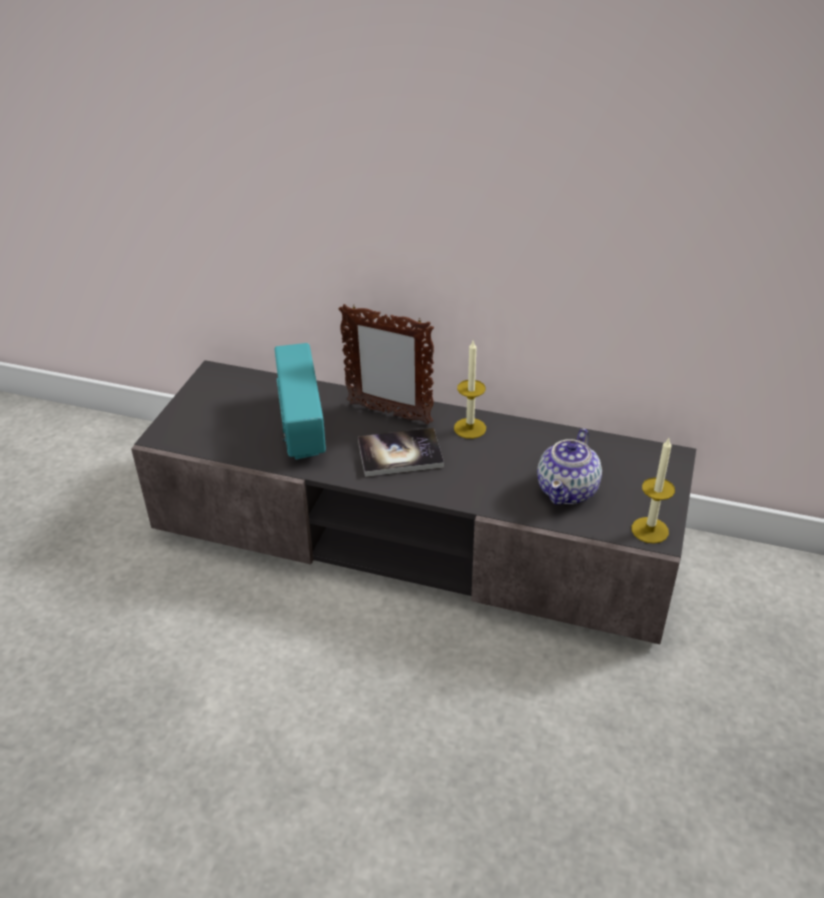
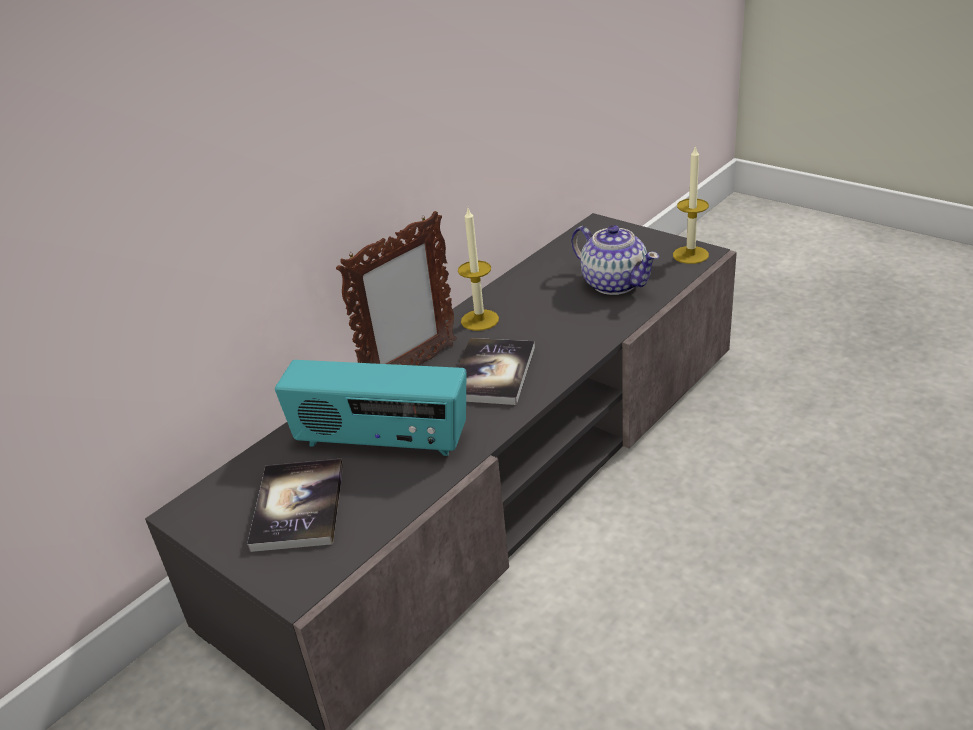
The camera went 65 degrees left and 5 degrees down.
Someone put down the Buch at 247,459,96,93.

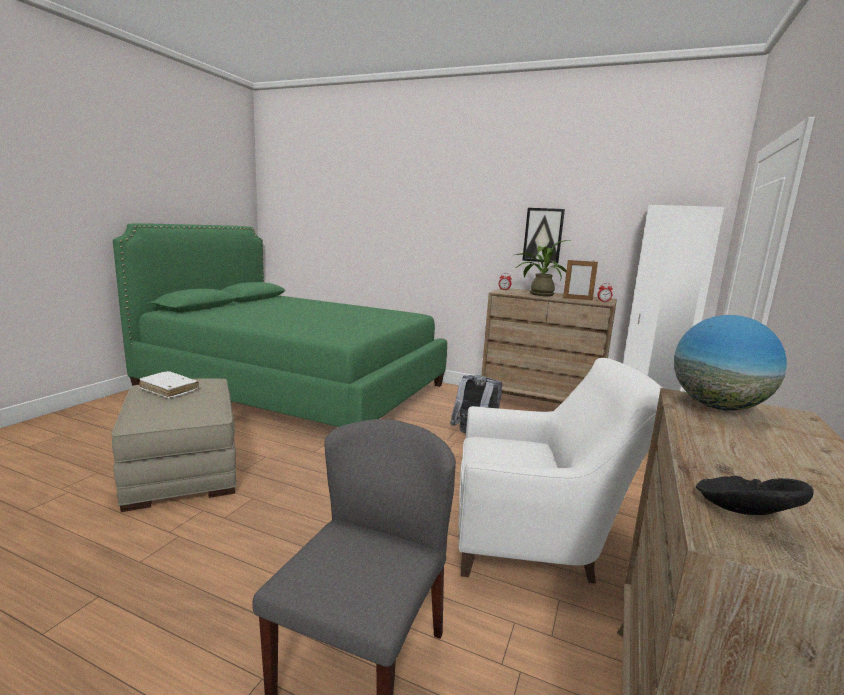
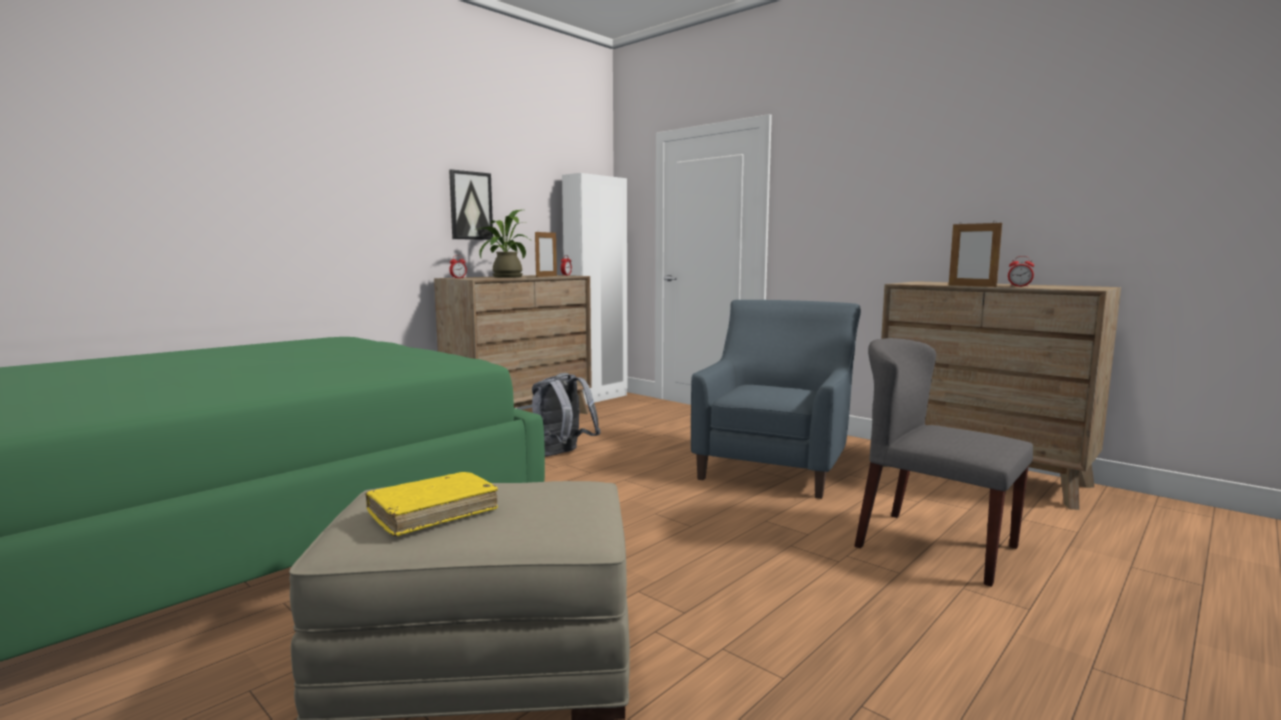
The camera went 70 degrees left and 5 degrees down.
Someone repainted the Buch [weiß] at 139,371,60,28, which became the Buch [gelb] at 365,472,133,64.
Someone repainted the Sessel [weiß] at 459,358,203,226, which became the Sessel [blau] at 691,300,170,199.
Someone took away the Globus at 674,315,113,95.
Someone took away the Schüssel [schwarz] at 696,476,118,39.
Someone put down the Bilderrahmen at 949,222,53,65.
Someone put down the Wecker at 1008,256,26,31.

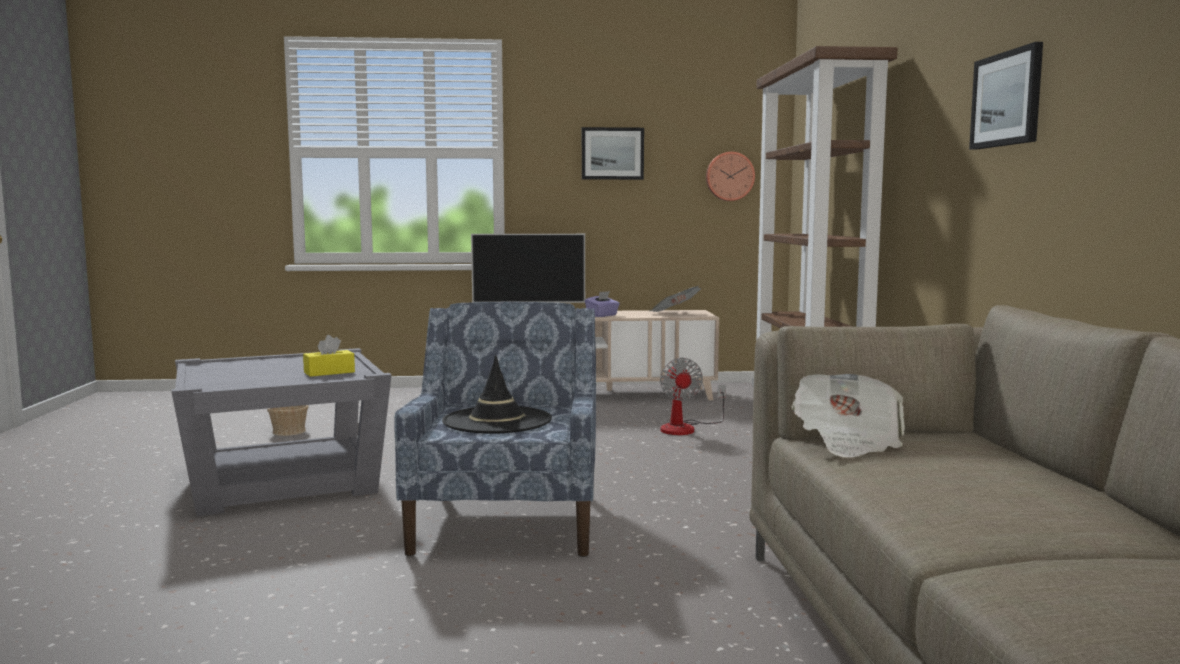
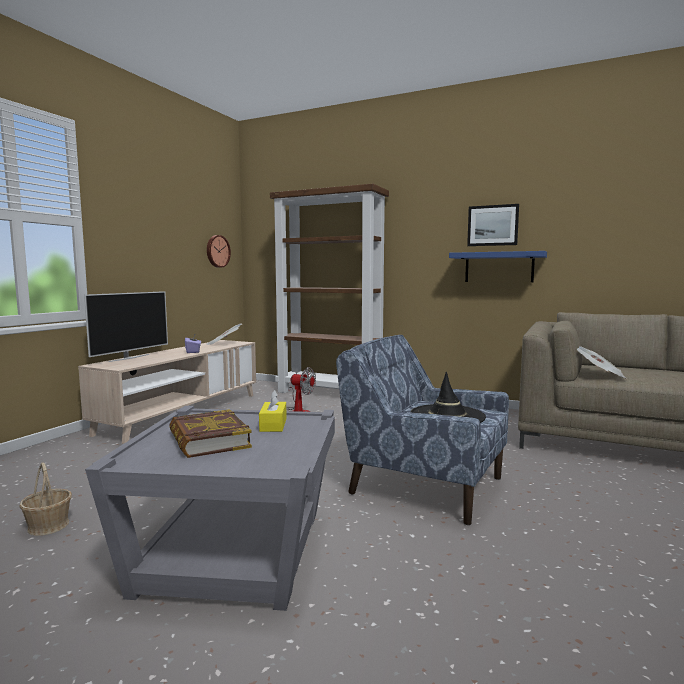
The camera went 60 degrees left and 0 degrees up.
Someone took away the Bild at 582,127,62,53.
Someone put down the Buch at 169,409,83,49.
Someone put up the Wandregal [blau] at 449,251,98,31.

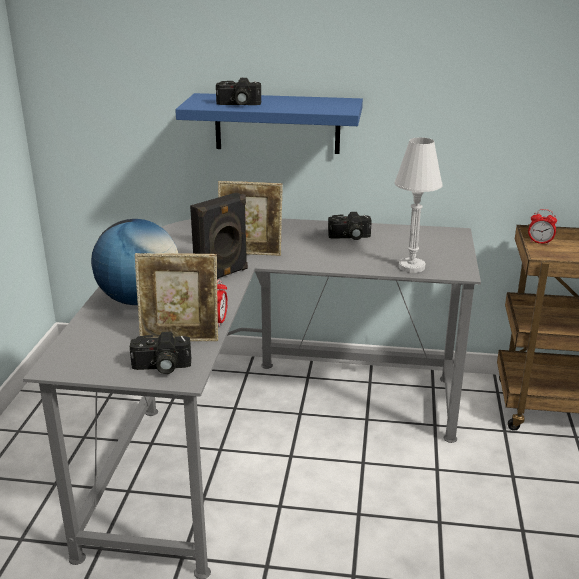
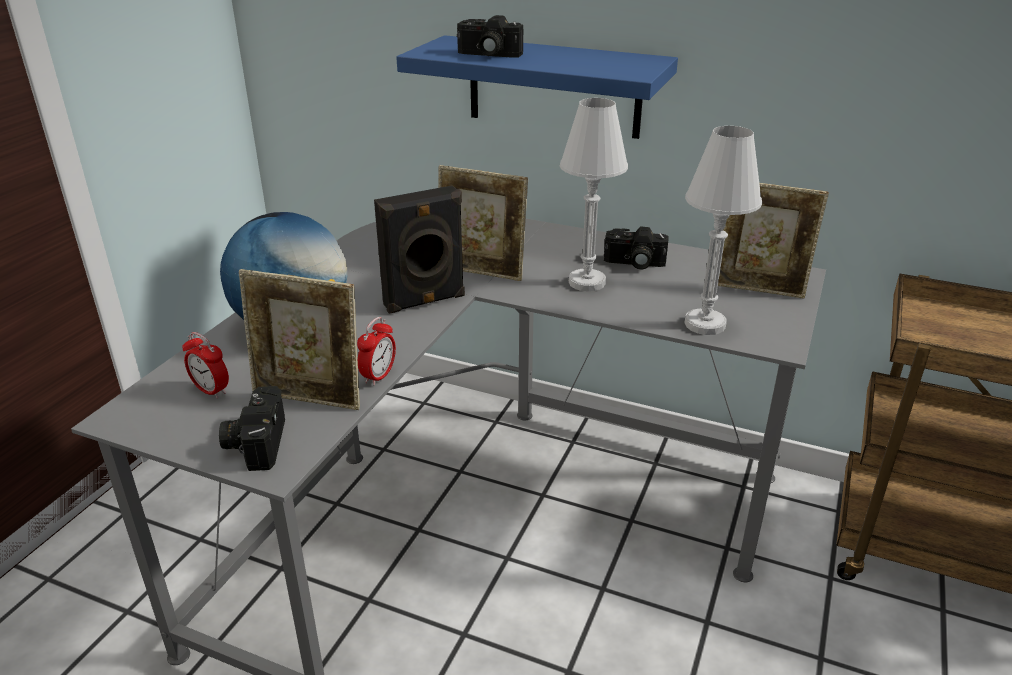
The camera went 15 degrees right and 5 degrees up.
Someone rotated the Kamera at 130,332,61,42 by 75 degrees clockwise.
Someone carried the Wecker from 528,209,29,36 to 182,332,47,66.
Someone put down the Tischlampe [weiß] at 560,98,68,194.
Someone put down the Bilderrahmen at 718,183,111,116.

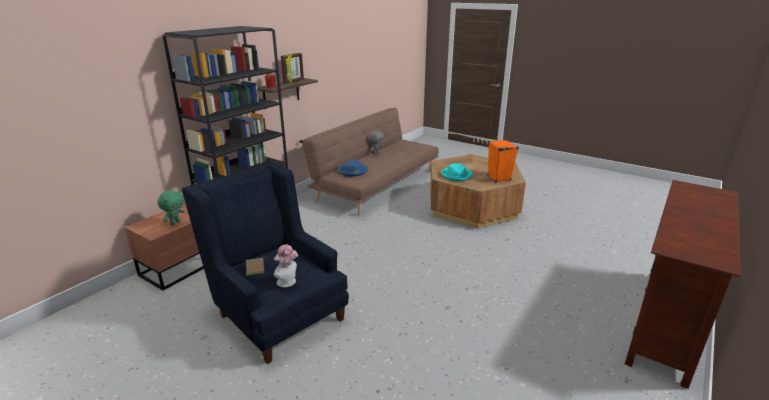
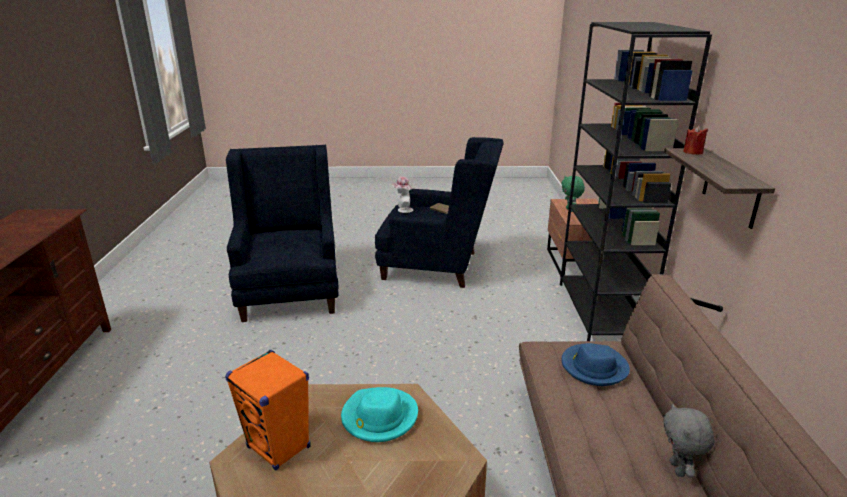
The camera went 145 degrees right and 0 degrees up.
Someone took away the Bilderrahmen at 281,53,23,30.
Someone put down the Sessel [blau] at 226,144,113,178.

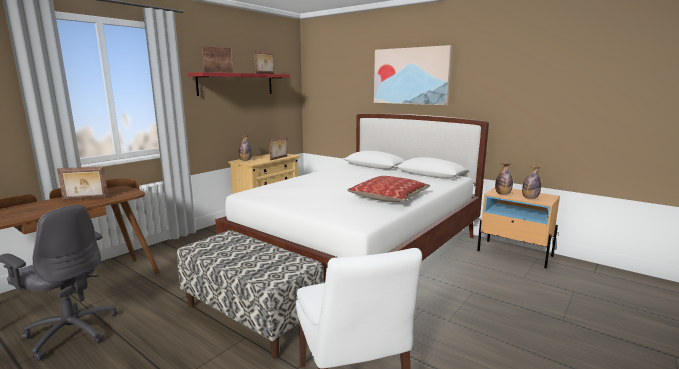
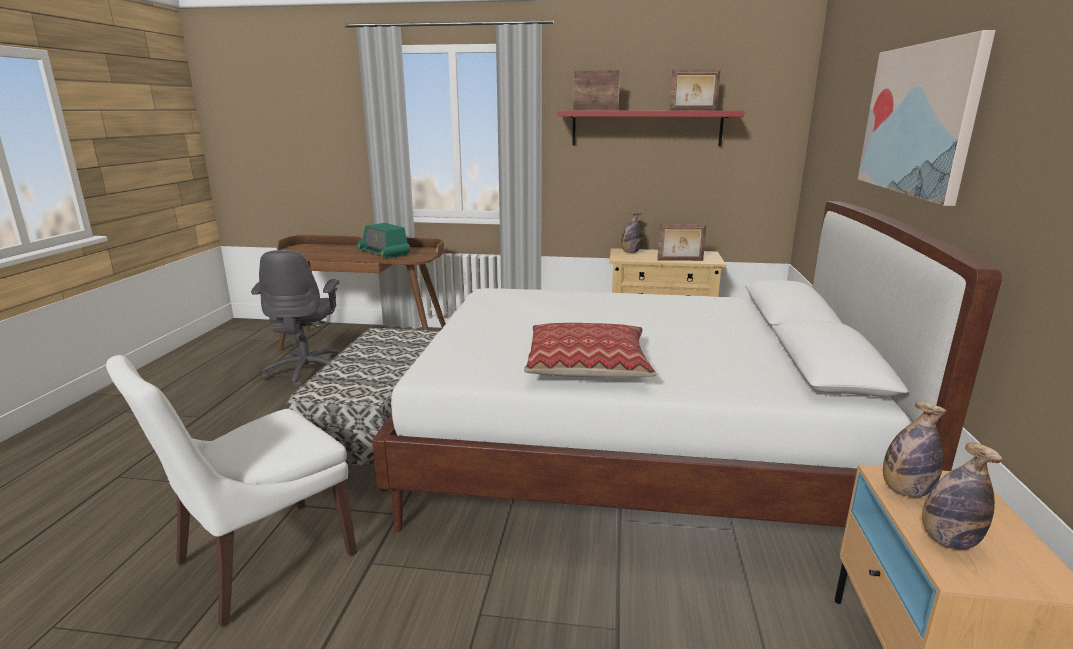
The camera went 60 degrees right and 5 degrees up.
Someone swapped the Bilderrahmen at 57,166,52,35 for the Radio at 356,223,54,36.

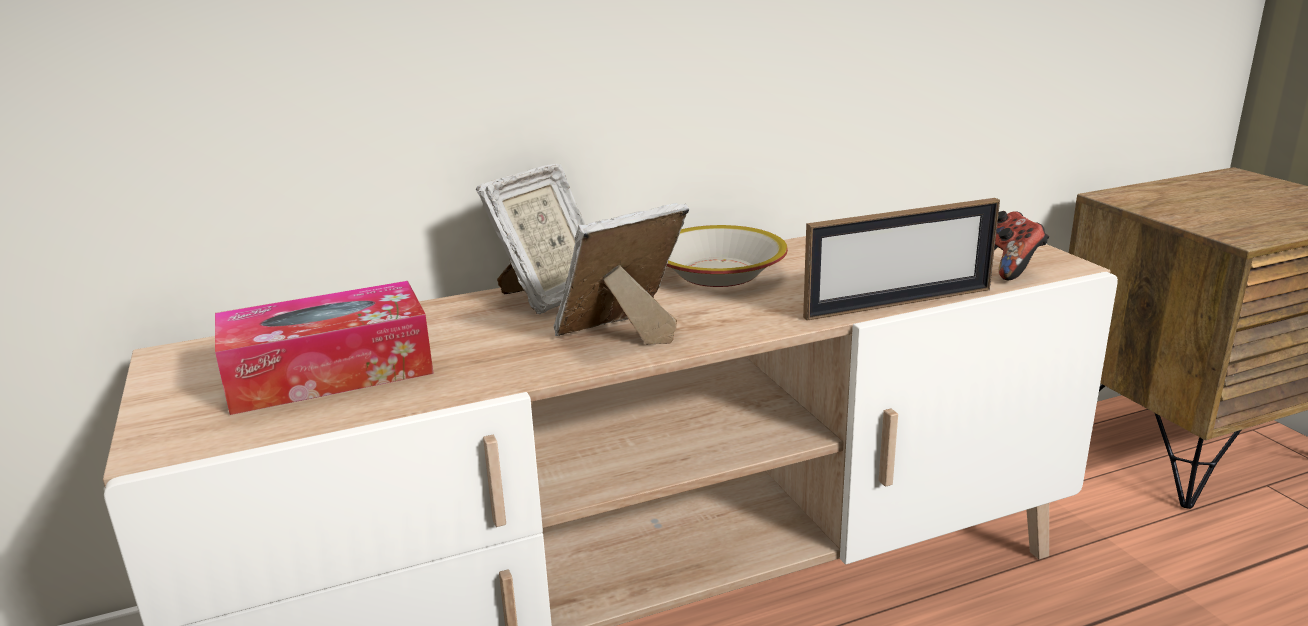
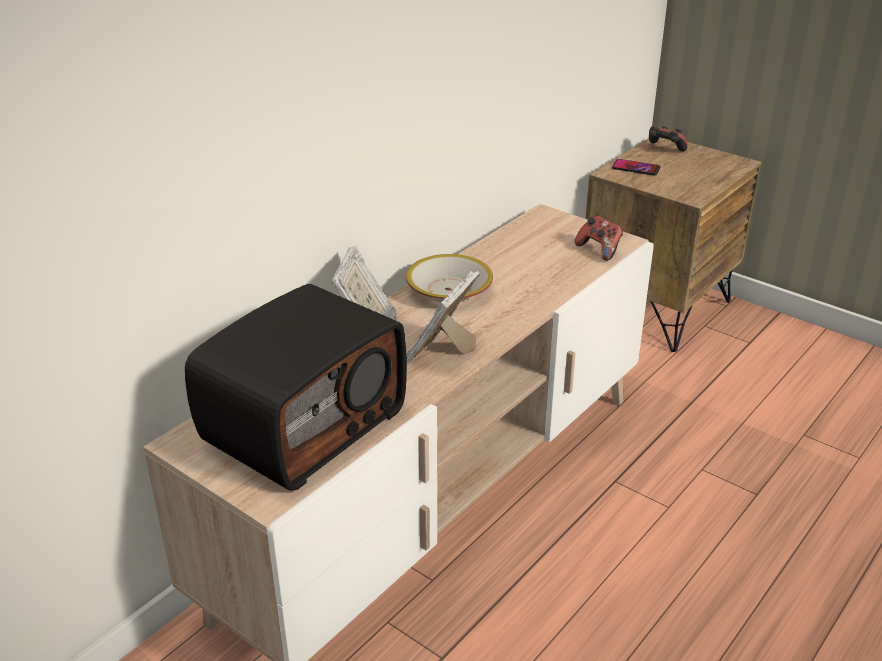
The camera went 30 degrees left and 10 degrees up.
Someone swapped the Taschentuchbox at 215,281,219,134 for the Radio at 185,284,222,207.
Someone took away the Bilderrahmen at 803,198,197,123.
Someone put down the Handy at 612,159,49,16.
Someone put down the Gamepad at 649,126,39,25.

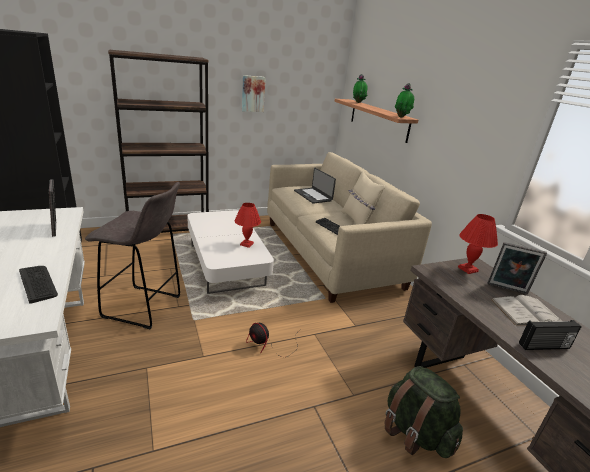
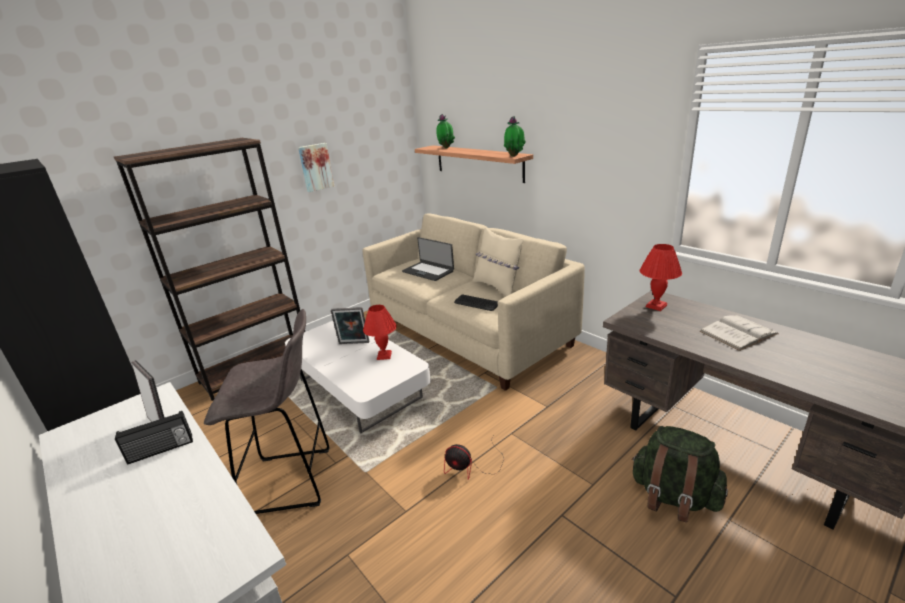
The camera went 15 degrees left and 0 degrees up.
Someone took away the Tastatur at 19,266,39,38.
Someone carried the Bilderrahmen from 488,242,59,53 to 331,307,38,37.
Someone carried the Radio from 519,320,63,30 to 115,411,78,54.

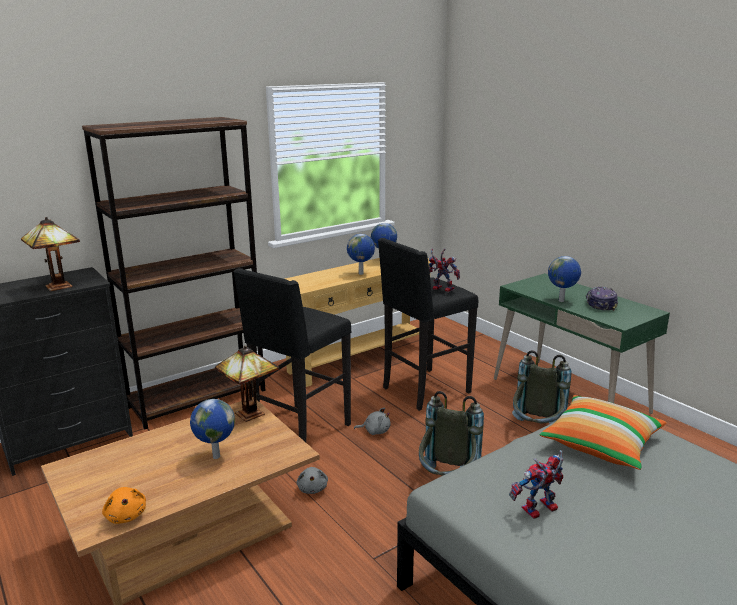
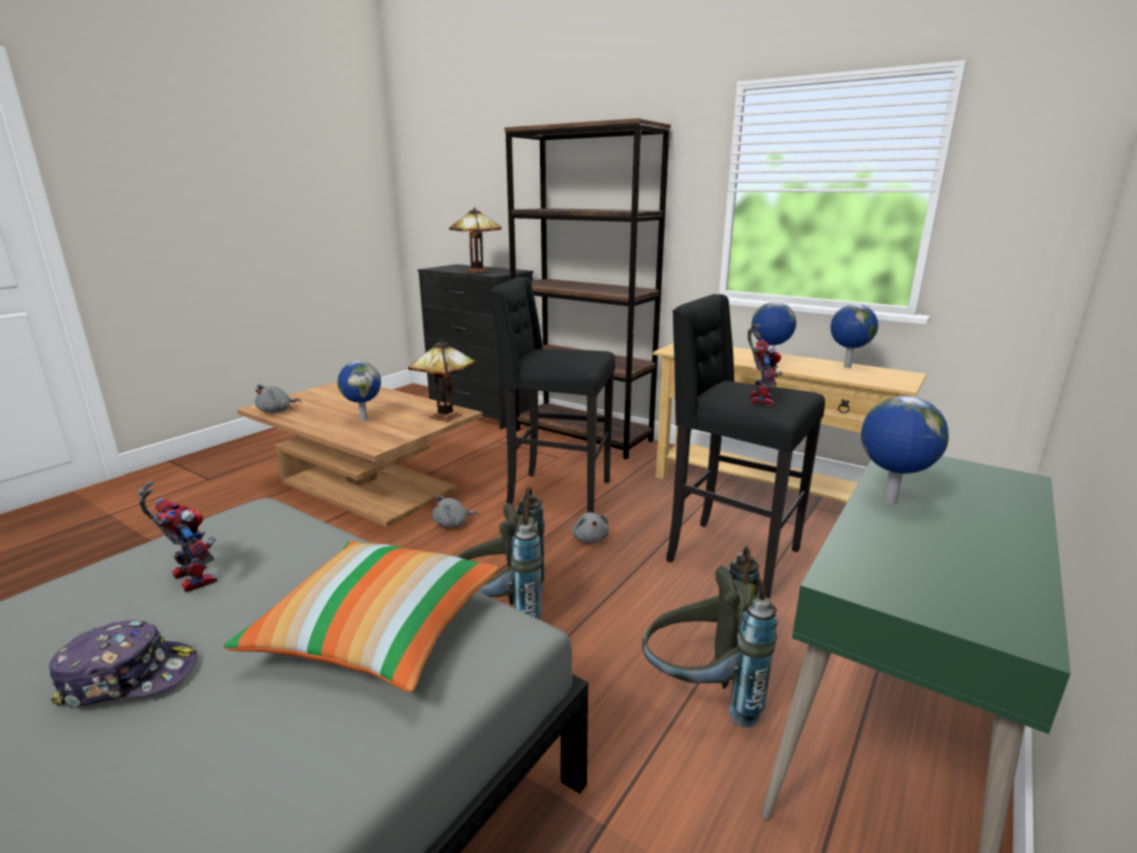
The camera went 70 degrees right and 0 degrees up.
Someone repainted the Plüschtier [orange] at 102,487,44,37, which became the Plüschtier [grau] at 255,384,46,29.
Someone carried the Kappe from 586,287,32,24 to 49,620,148,87.

